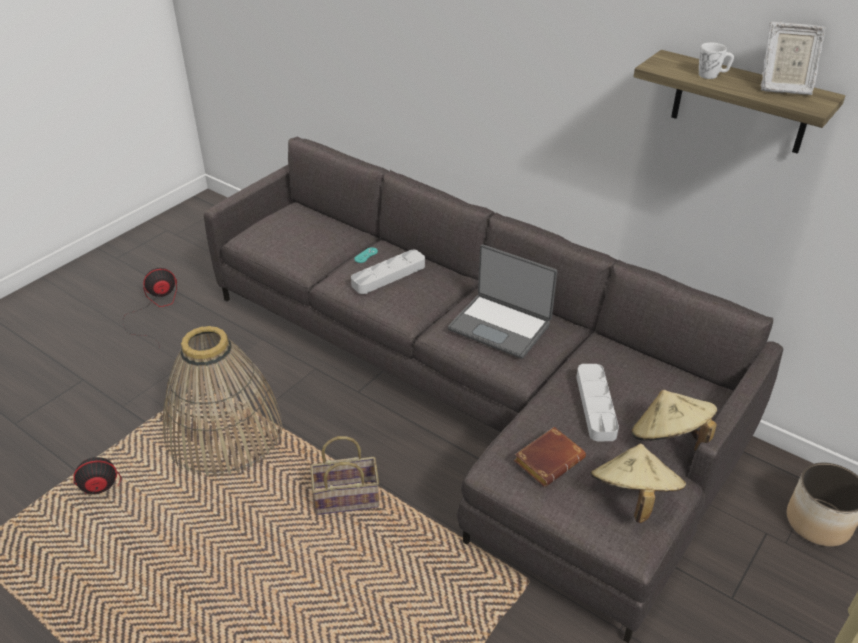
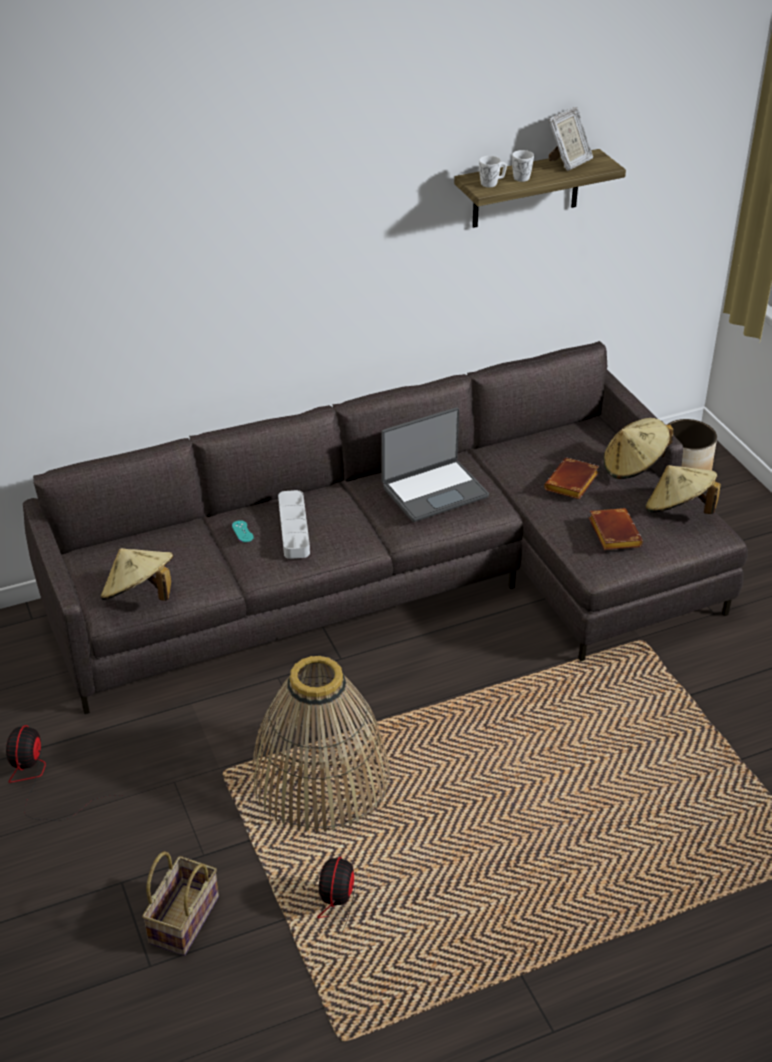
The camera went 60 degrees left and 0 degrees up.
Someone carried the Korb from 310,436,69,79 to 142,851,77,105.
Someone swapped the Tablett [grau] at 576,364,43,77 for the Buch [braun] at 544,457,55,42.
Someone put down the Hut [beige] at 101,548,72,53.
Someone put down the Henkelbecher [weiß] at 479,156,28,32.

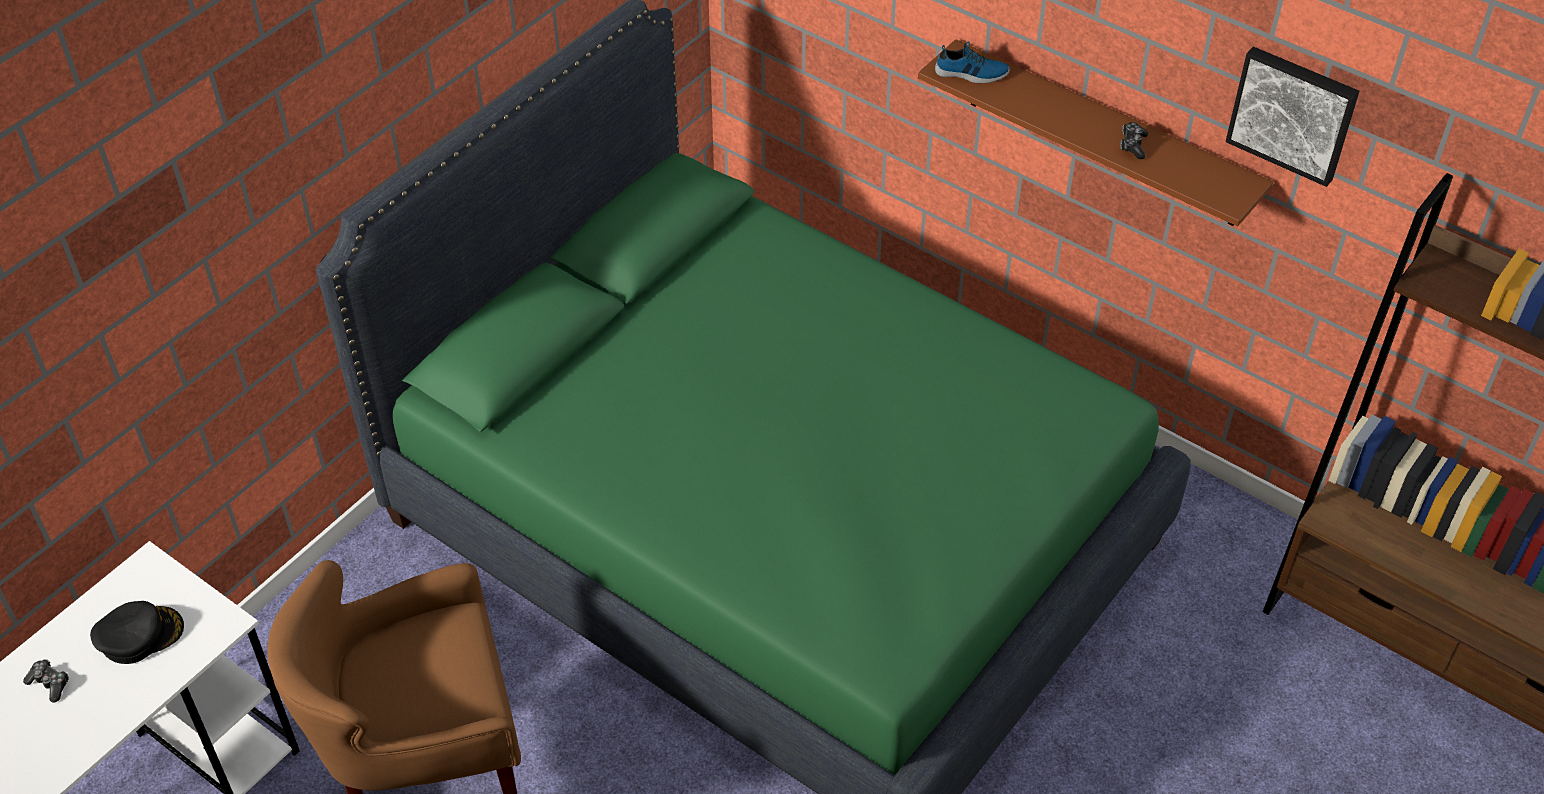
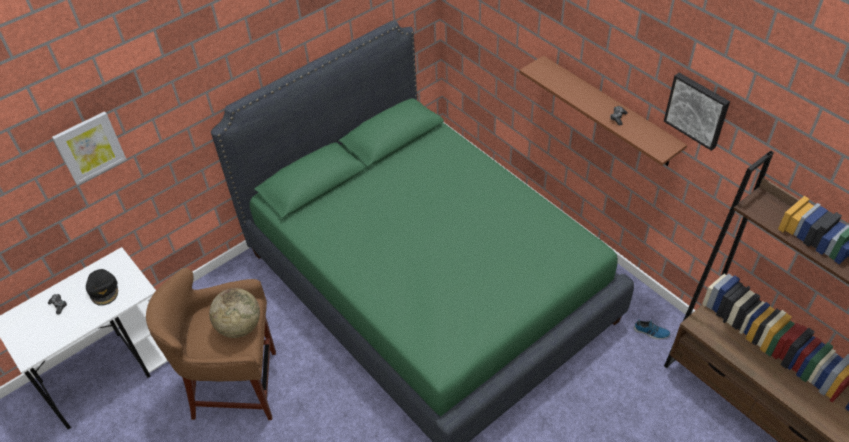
The camera went 15 degrees right and 0 degrees up.
Someone rotated the Kappe [schwarz] at 90,601,94,63 by 75 degrees clockwise.
Someone carried the Schuh from 935,41,75,42 to 634,319,36,21.
Someone put up the Bild at 52,111,74,74.
Someone put down the Globus at 209,288,51,50.

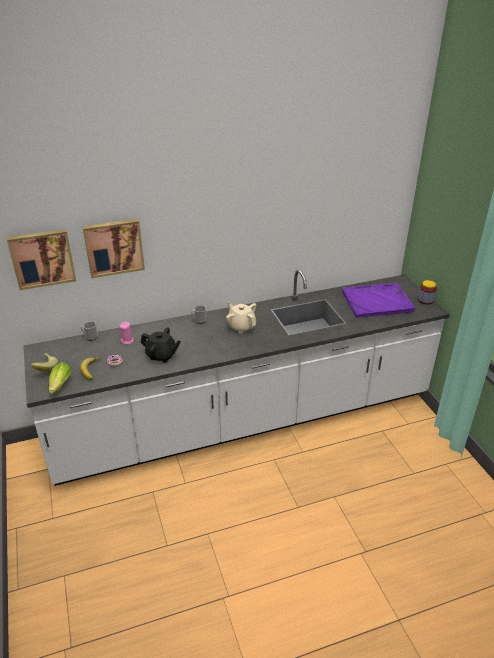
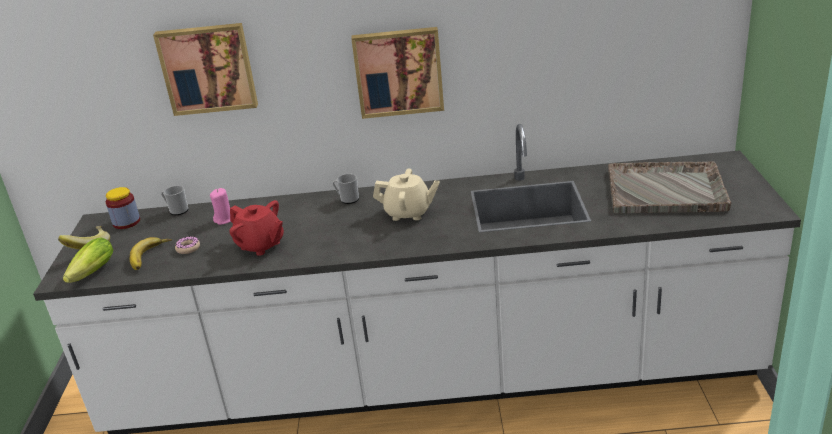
The camera went 20 degrees right and 5 degrees down.
Someone carried the Bild from 7,229,69,61 to 351,27,93,92.
Someone repainted the Teekanne [schwarz] at 140,328,41,35, which became the Teekanne [rot] at 229,200,55,56.
Someone rotated the Teekanne [beige] at 226,302,30,32 by 120 degrees clockwise.
Someone repainted the Tablett [lila] at 342,283,73,35, which became the Tablett [grau] at 608,161,123,52.
Someone carried the Vorratsglas from 418,280,19,25 to 106,187,34,42.

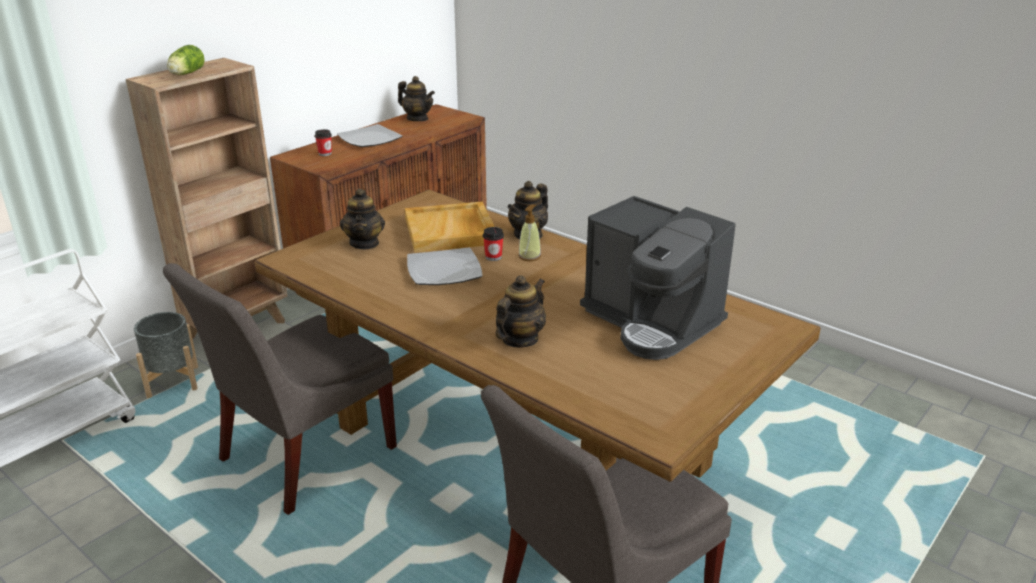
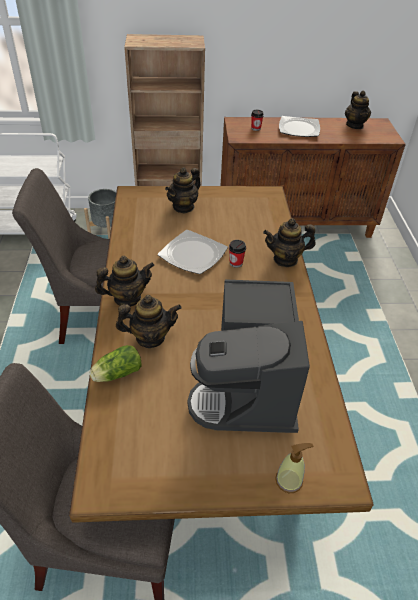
The camera went 45 degrees right and 15 degrees up.
Someone carried the Salatkopf from 167,45,38,30 to 89,345,53,37.
Someone took away the Tablett [beige] at 405,201,90,52.
Someone carried the Seifenspender from 518,205,23,56 to 275,443,38,50.
Someone put down the Teekanne at 95,256,60,51.

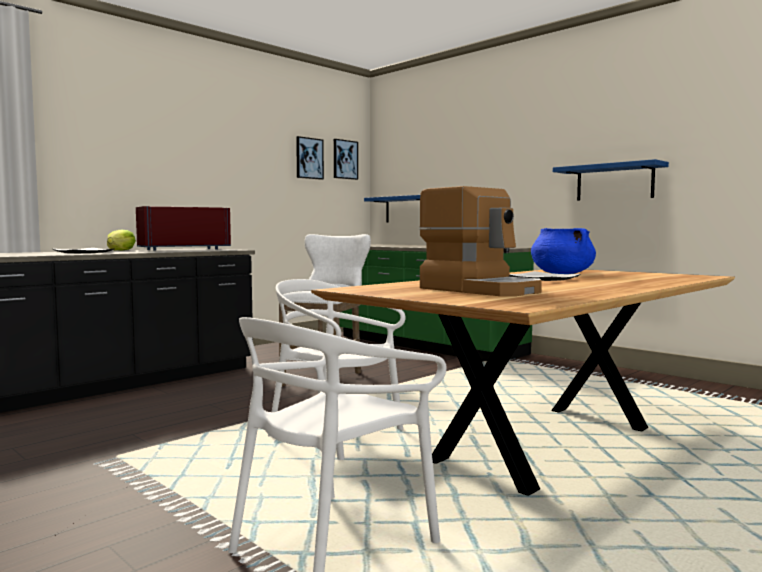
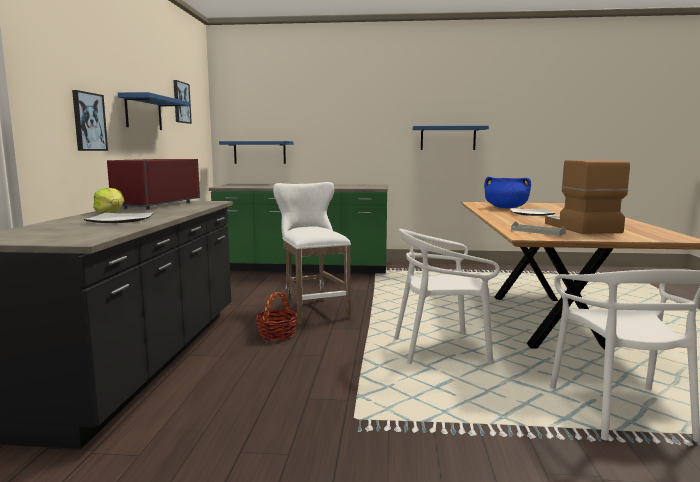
The camera went 40 degrees left and 5 degrees up.
Someone carried the Bild from 334,139,24,41 to 72,90,36,61.
Someone rotated the Kaffeemaschine at 419,186,123,110 by 105 degrees counterclockwise.
Someone put up the Wandregal [blau] at 118,92,72,38.
Someone put down the Korb at 256,292,42,49.
Someone put down the Tablett [grau] at 511,221,55,15.

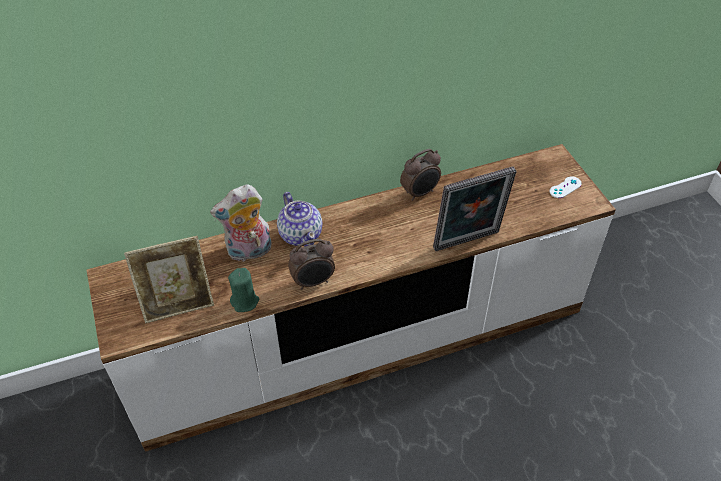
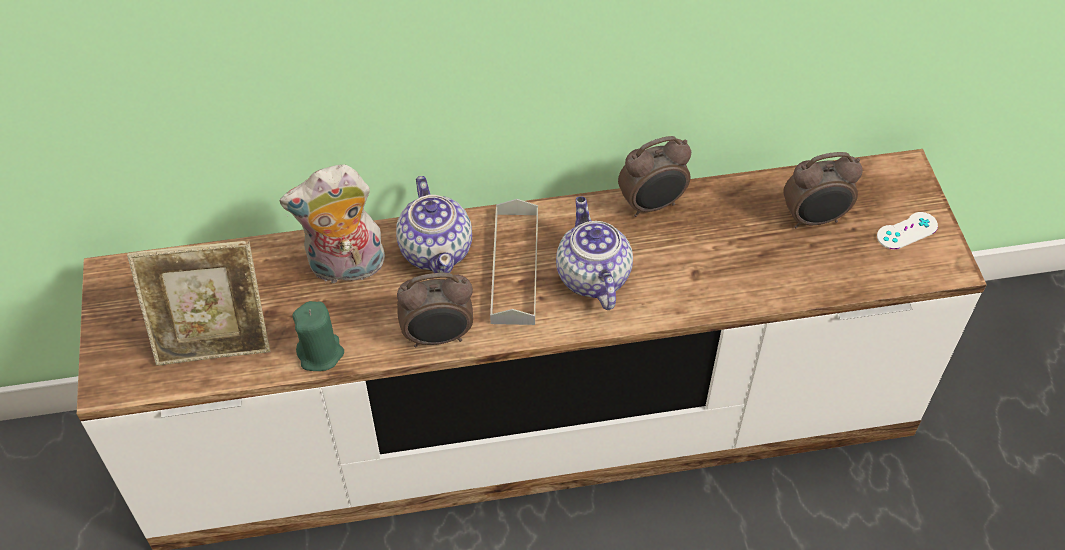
The camera went 10 degrees right and 5 degrees up.
Someone took away the Bilderrahmen at 433,166,83,85.
Someone put down the Tablett [grau] at 490,199,48,126.
Someone put down the Teekanne at 556,196,77,114.
Someone put down the Wecker at 783,152,80,76.

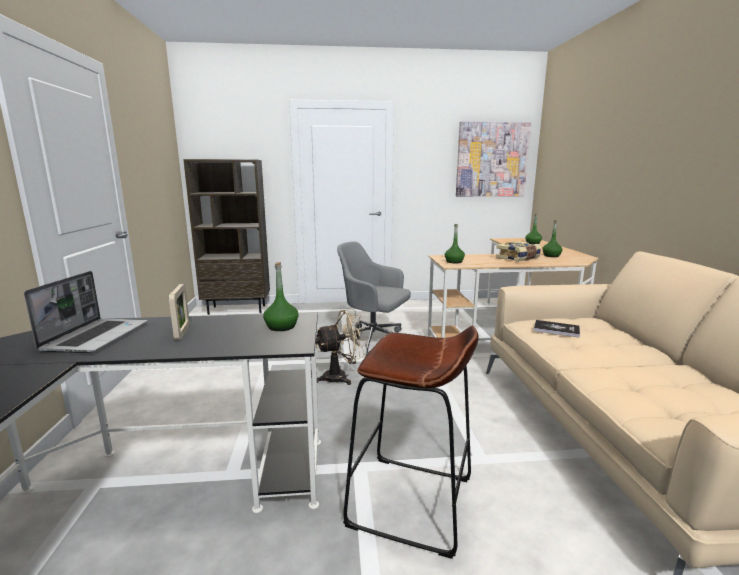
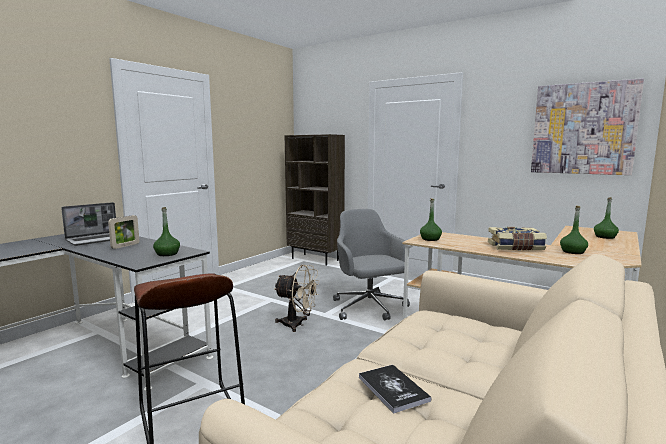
The camera went 40 degrees right and 5 degrees down.
Someone carried the Buch from 534,320,46,18 to 359,365,72,49.

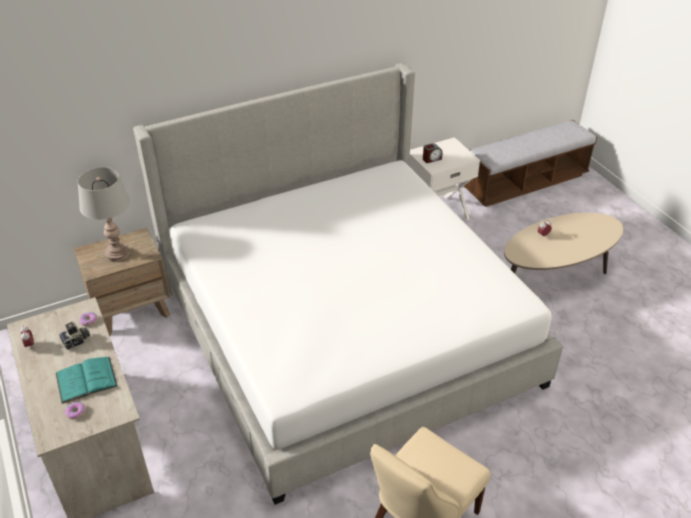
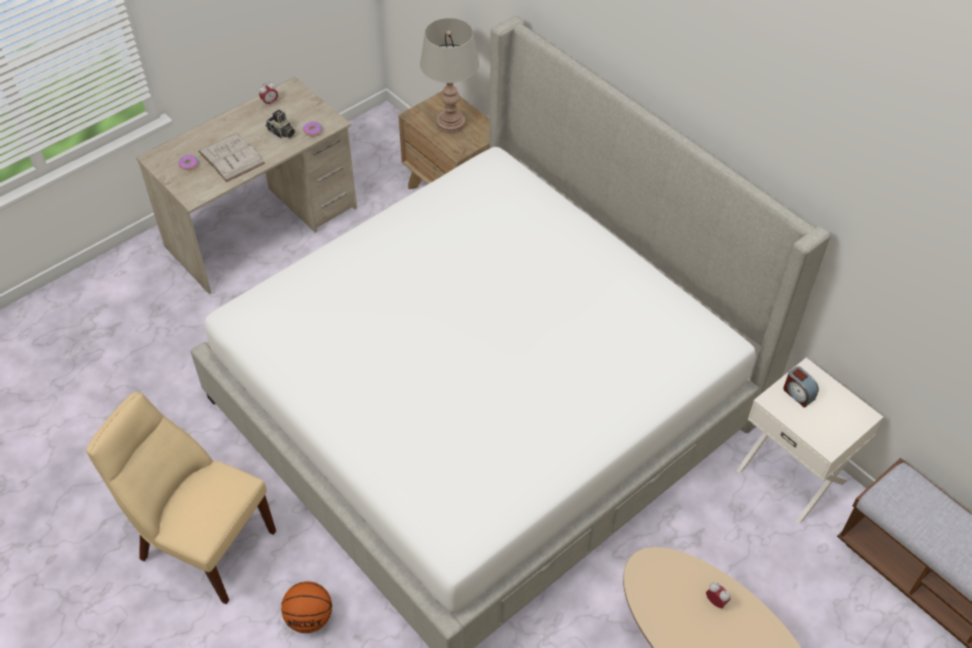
The camera went 75 degrees right and 10 degrees up.
Someone repainted the Buch [türkis] at 56,357,62,47, which became the Buch [weiß] at 198,133,67,49.
Someone put down the Basketball at 281,581,51,52.

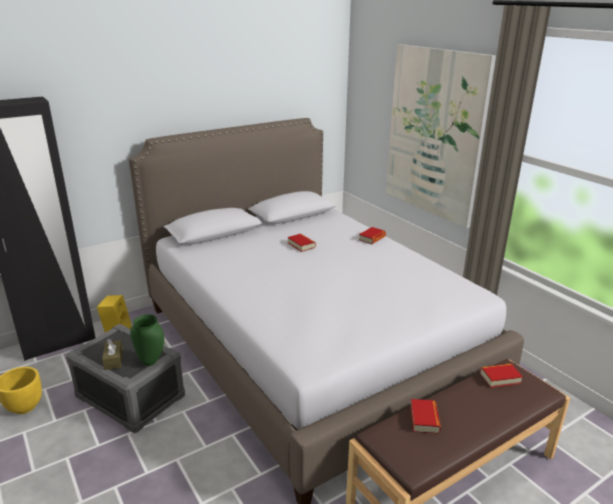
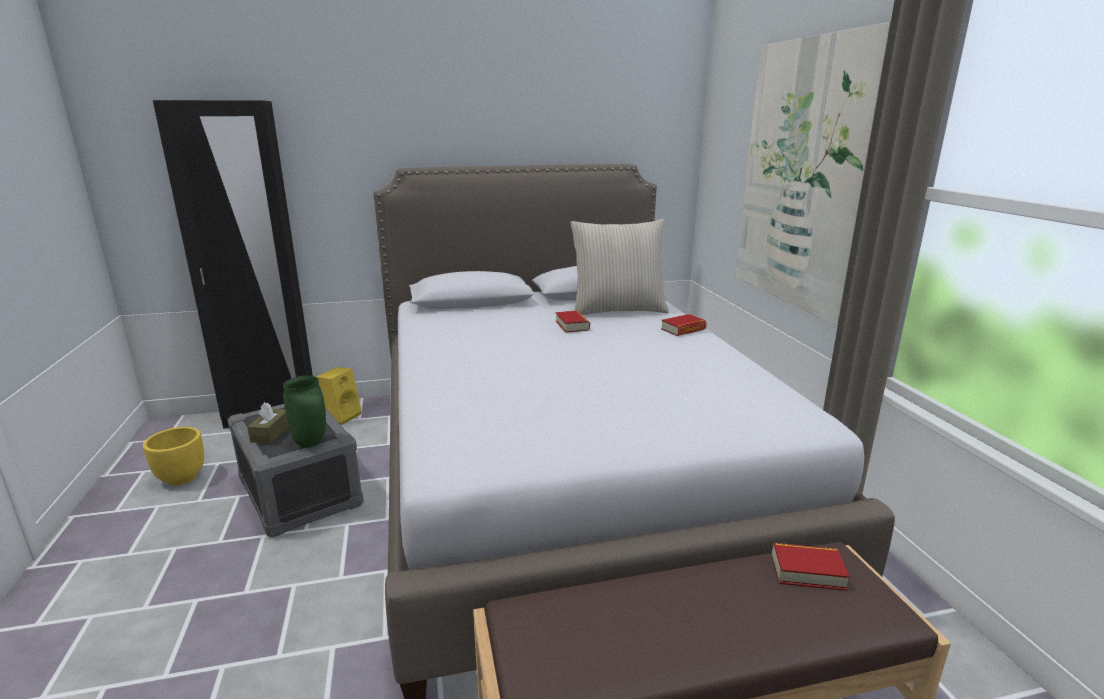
The camera went 20 degrees right and 5 degrees down.
Someone took away the Buch at 410,399,31,35.
Someone put down the Kissen [beige] at 571,219,98,96.

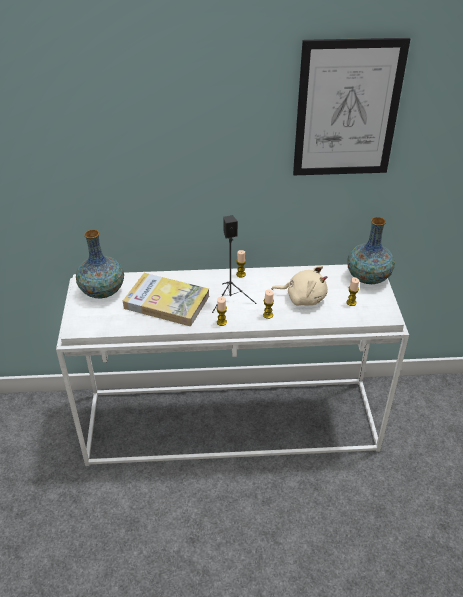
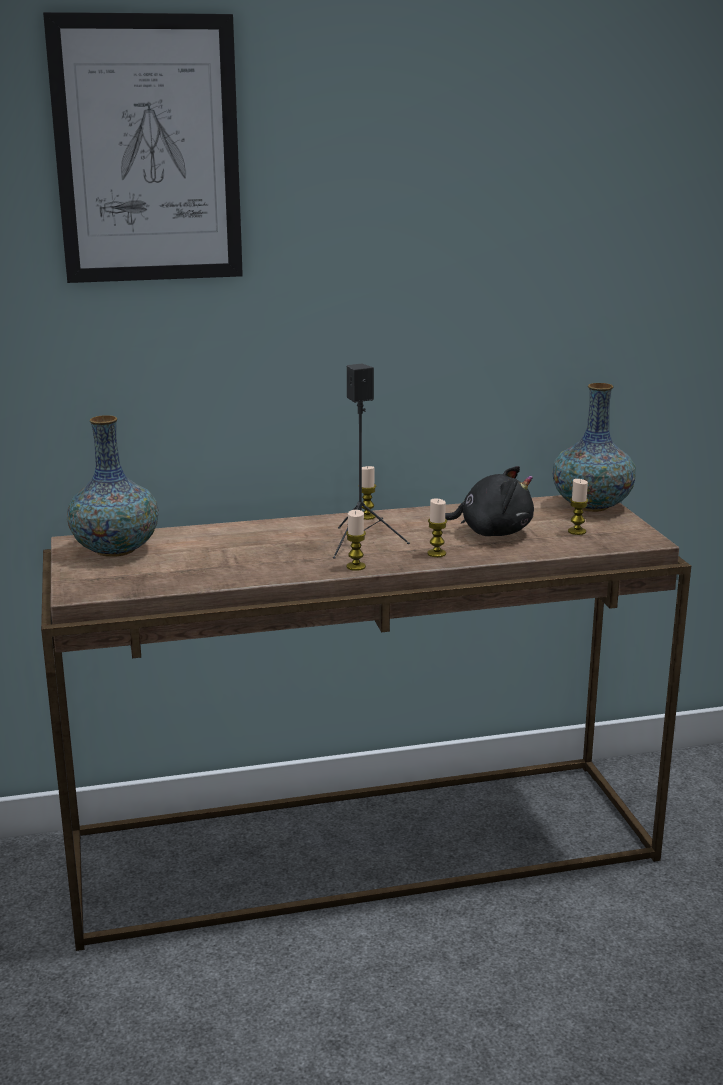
The camera went 10 degrees left and 20 degrees down.
Someone repainted the Konsolentisch [weiß] at 56,264,353,202, which became the Konsolentisch [braun] at 41,495,650,456.
Someone took away the Buch at 123,273,86,53.
Someone repainted the Plüschtier [beige] at 272,266,56,40, which became the Plüschtier [schwarz] at 445,466,89,70.
Someone carried the Bild from 293,38,117,137 to 43,12,200,271.

